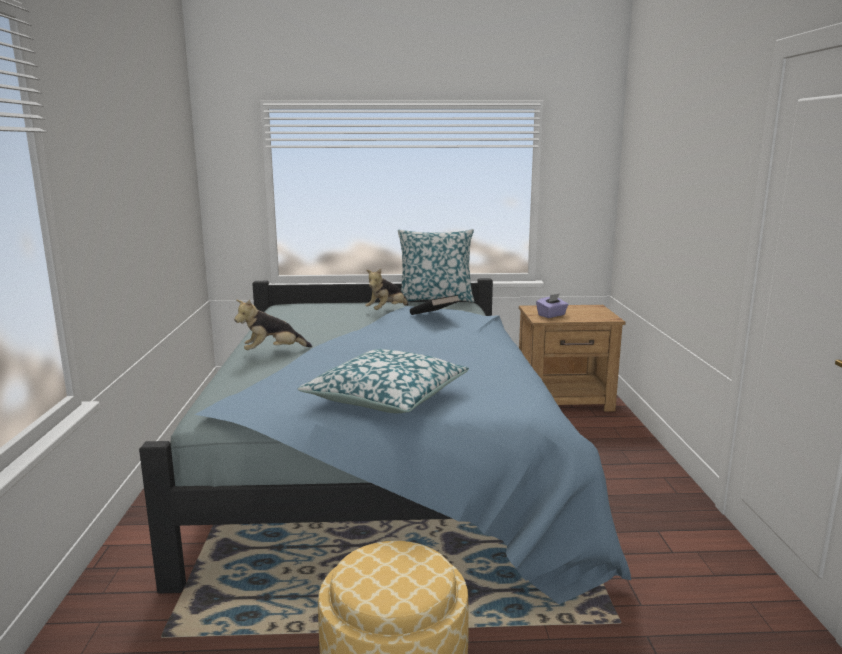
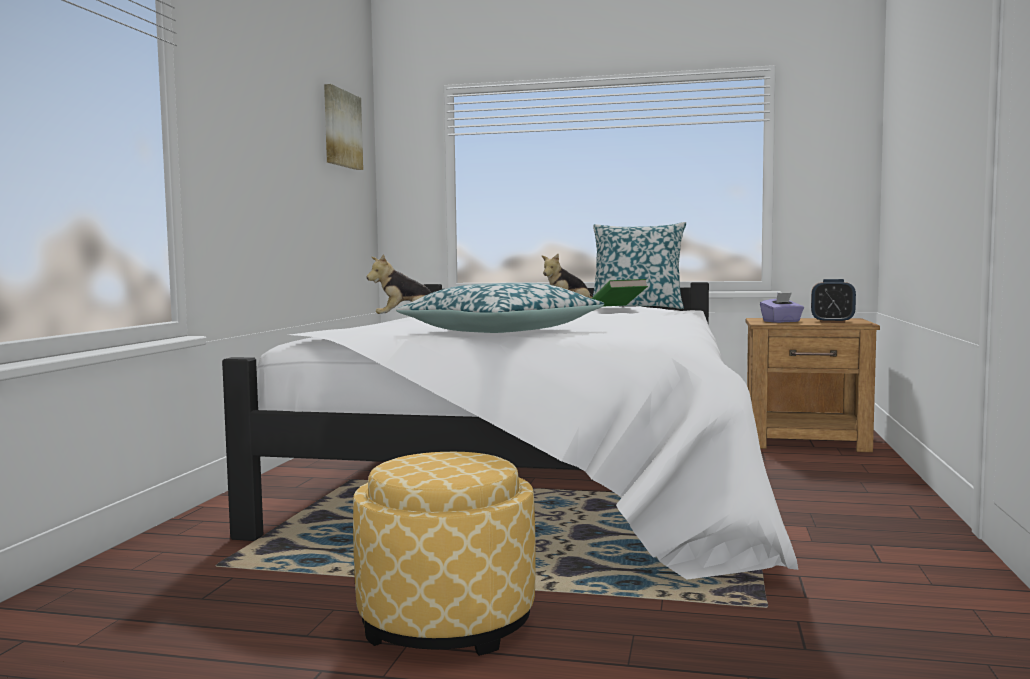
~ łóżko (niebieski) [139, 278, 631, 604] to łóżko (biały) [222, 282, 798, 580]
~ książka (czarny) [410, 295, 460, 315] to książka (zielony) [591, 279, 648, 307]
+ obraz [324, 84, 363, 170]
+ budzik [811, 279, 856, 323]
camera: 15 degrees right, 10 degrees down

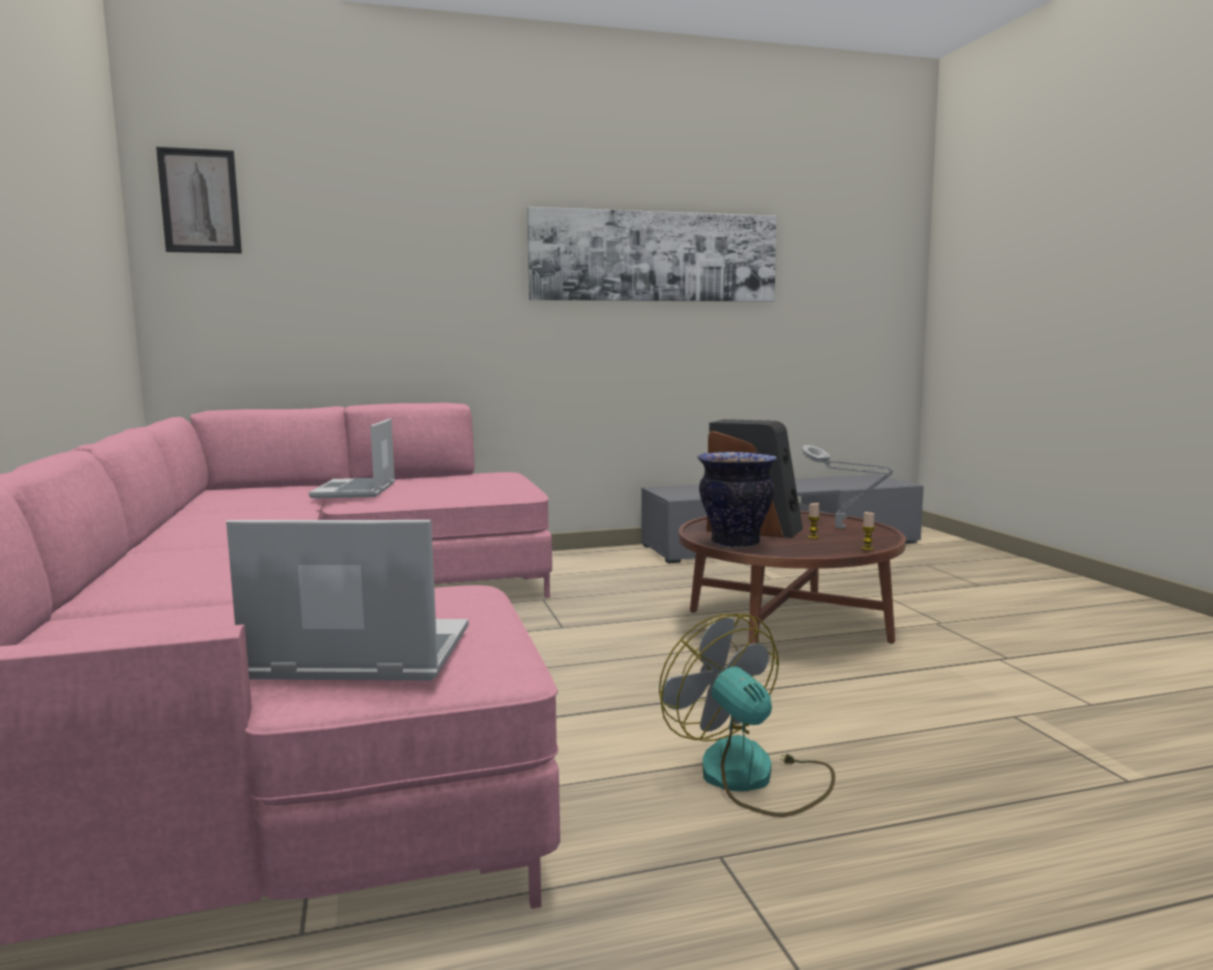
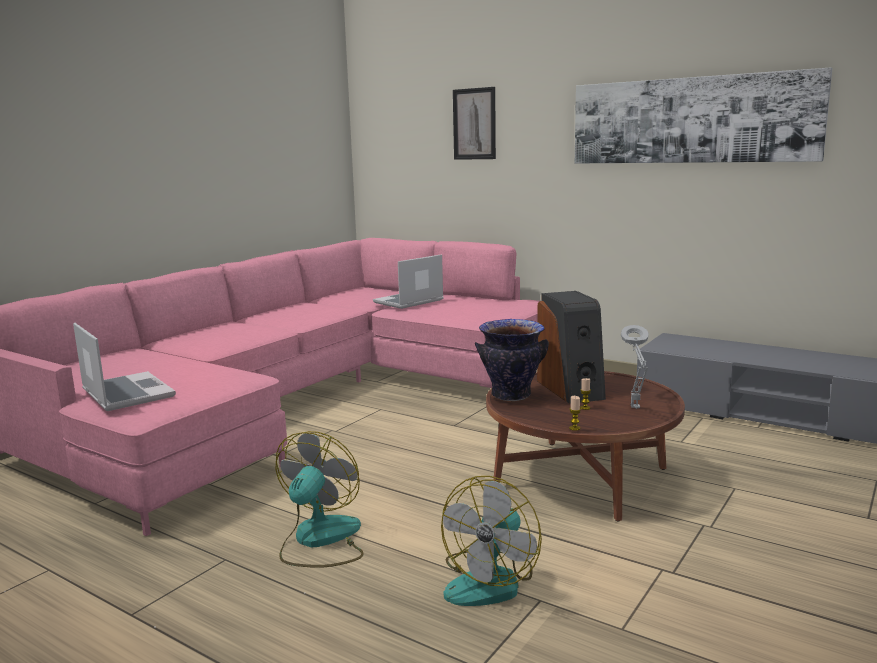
~ obraz [156, 147, 242, 253] to [453, 87, 496, 160]
+ wentylator [441, 476, 542, 606]
camera: 50 degrees right, 5 degrees up

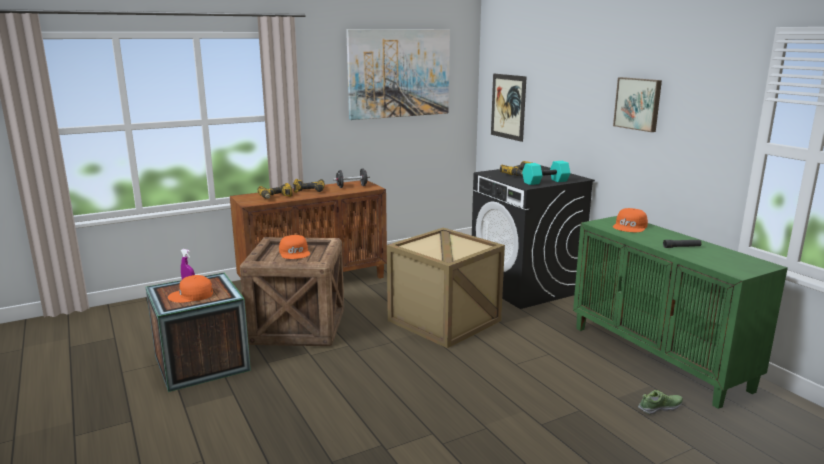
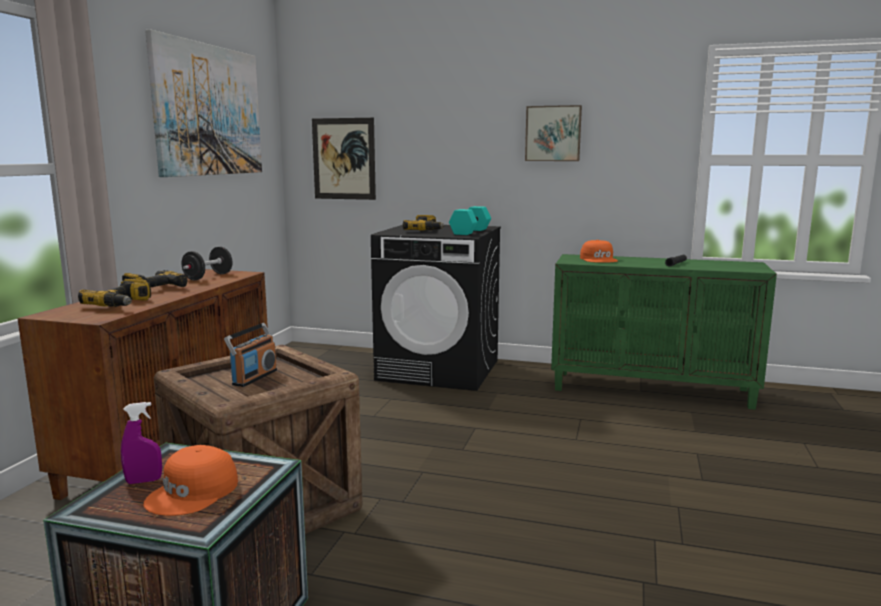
- skrzynka [387, 228, 505, 348]
~ czapka z daszkiem (pomarańczowy) [279, 235, 310, 259] to radio [224, 323, 277, 387]
- but [638, 390, 683, 415]
camera: 45 degrees left, 5 degrees down

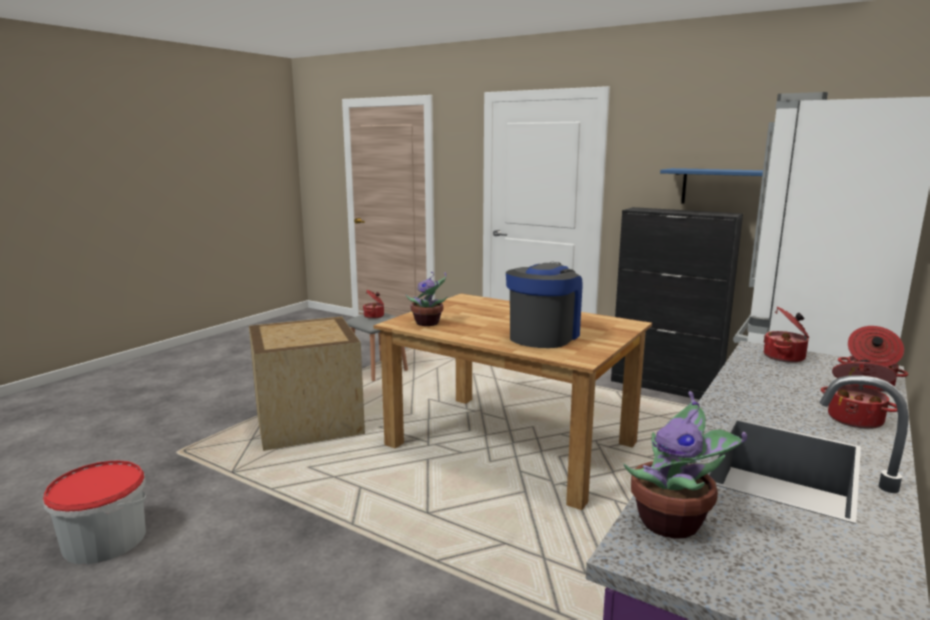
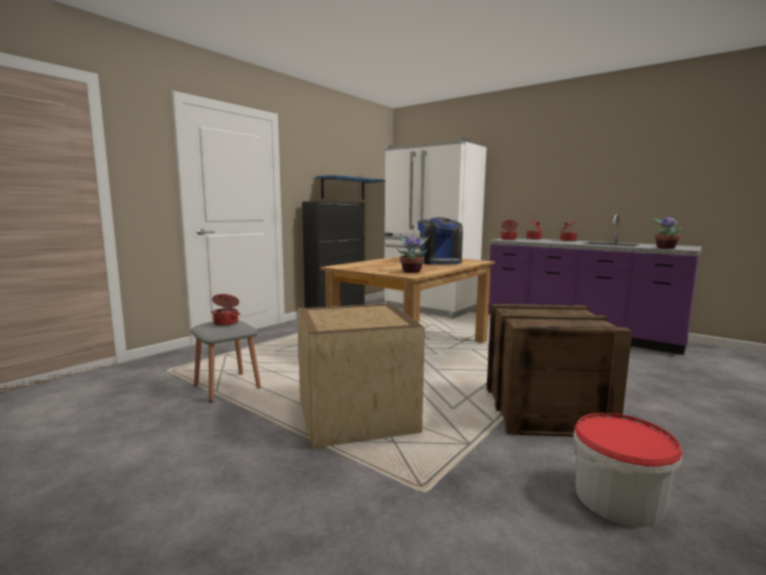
~ ekspres do kawy [506, 262, 582, 348] = [418, 217, 463, 264] 135 degrees counterclockwise
+ skrzynka [487, 304, 632, 437]
camera: 85 degrees left, 5 degrees down

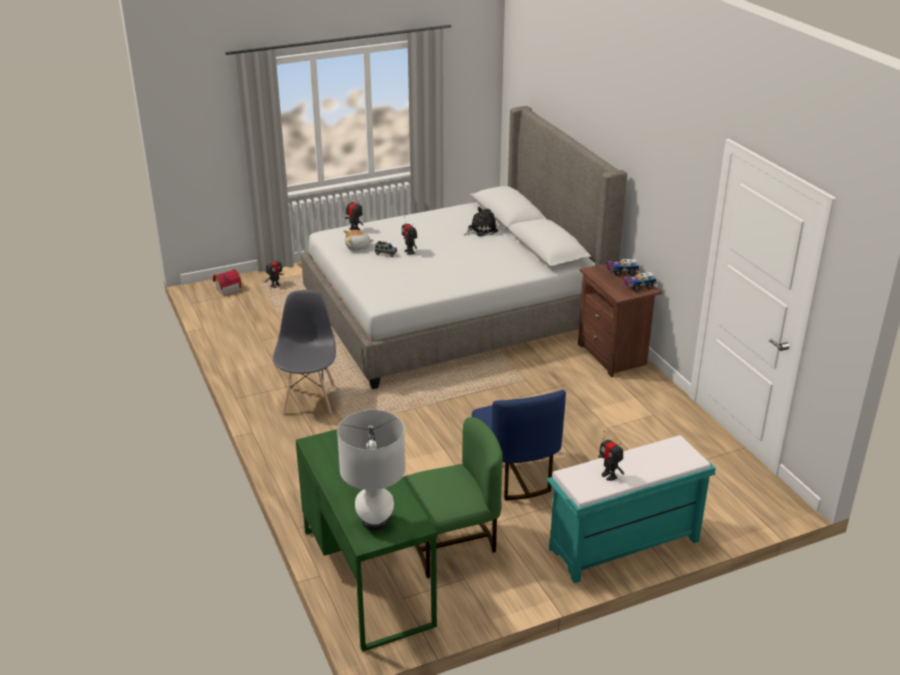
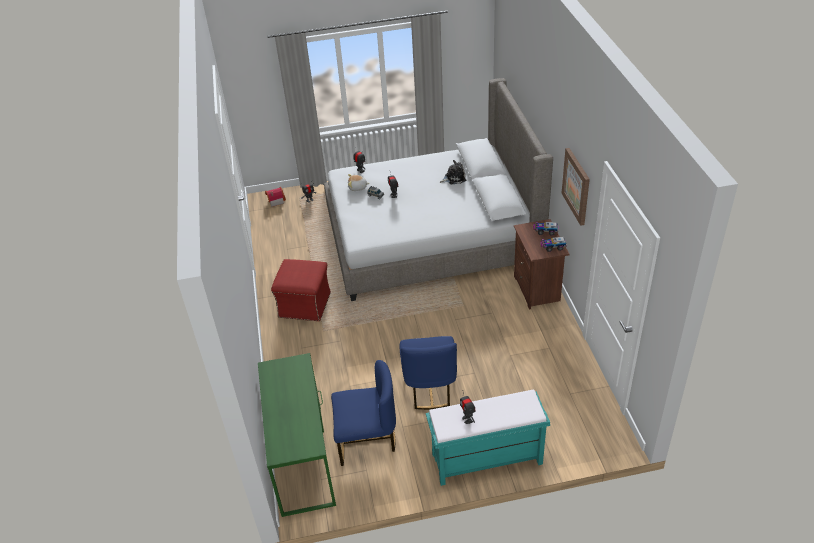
~ krzesło (szary) [273, 290, 336, 414] to pufa (czerwony) [271, 259, 331, 321]
- lampa stołowa (biały) [337, 410, 406, 531]
~ krzesło (zielony) [403, 417, 503, 578] to krzesło (niebieski) [331, 360, 396, 466]
+ obraz [561, 148, 590, 226]
camera: 15 degrees right, 10 degrees up

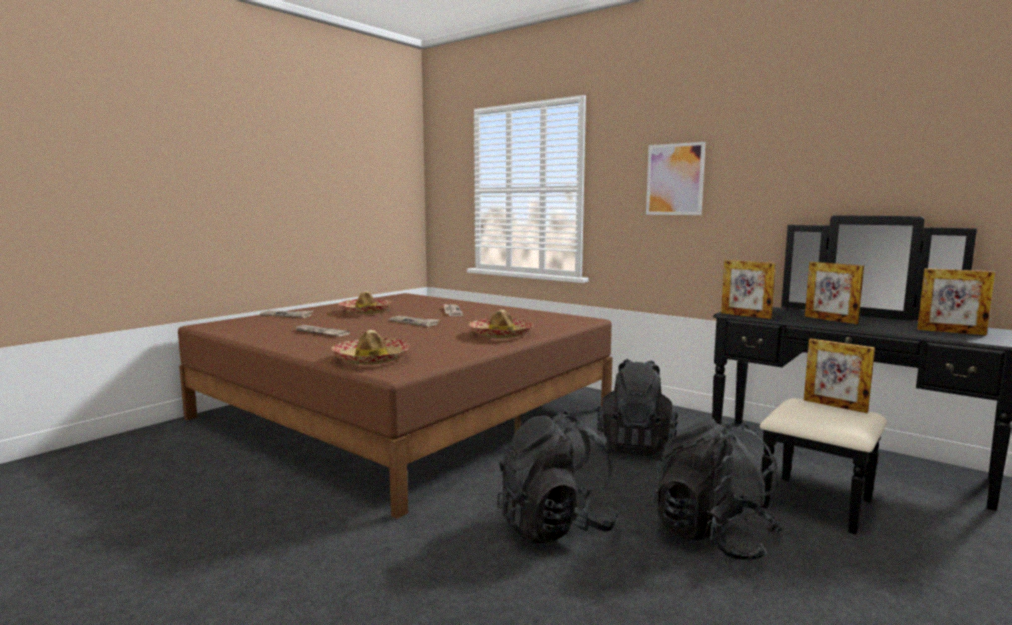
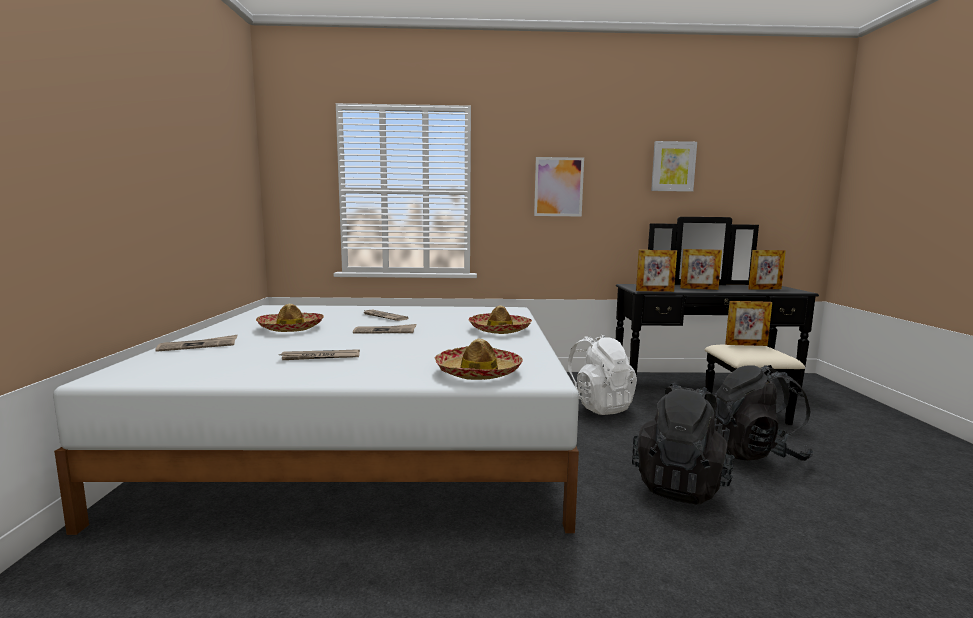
~ łóżko (brązowy) [178, 293, 612, 519] to łóżko (biały) [53, 305, 579, 535]
~ plecak (czarny) [597, 359, 678, 455] to plecak (biały) [568, 335, 637, 415]
+ obraz [651, 141, 697, 192]
camera: 40 degrees left, 0 degrees up

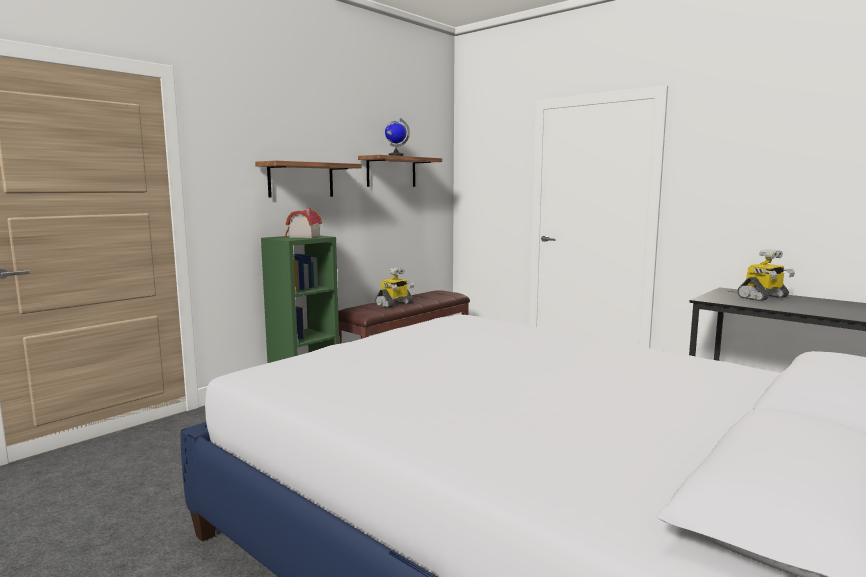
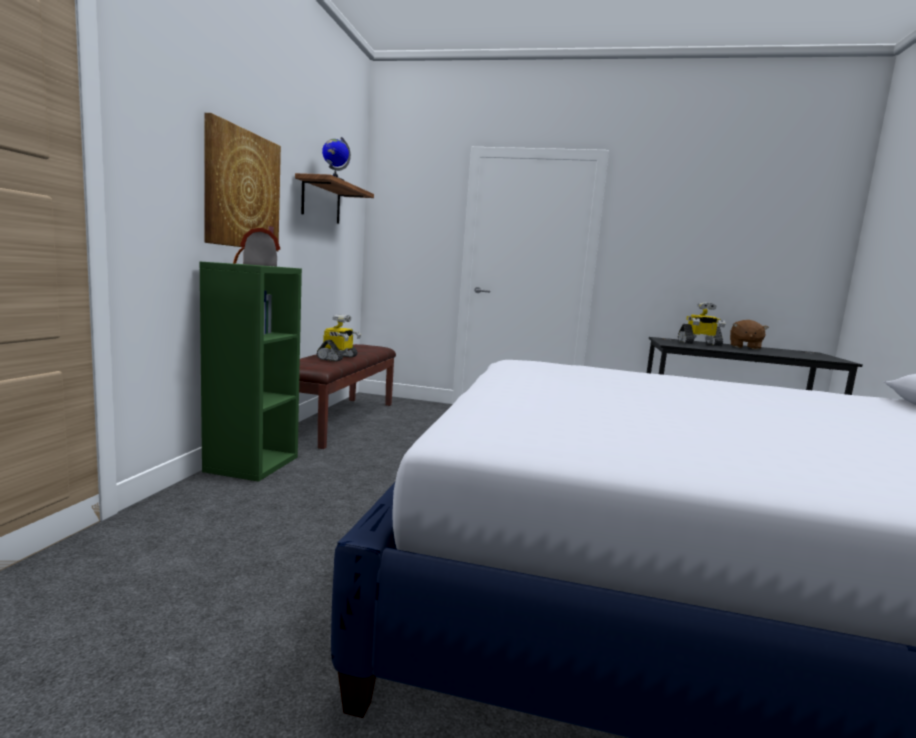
~ półka [255, 161, 362, 198] to obraz [204, 113, 281, 251]
~ robot zabawkowy [737, 249, 795, 301] = [678, 302, 726, 346] 60 degrees clockwise
+ pluszak (brązowy) [730, 320, 769, 350]
camera: 30 degrees left, 0 degrees up

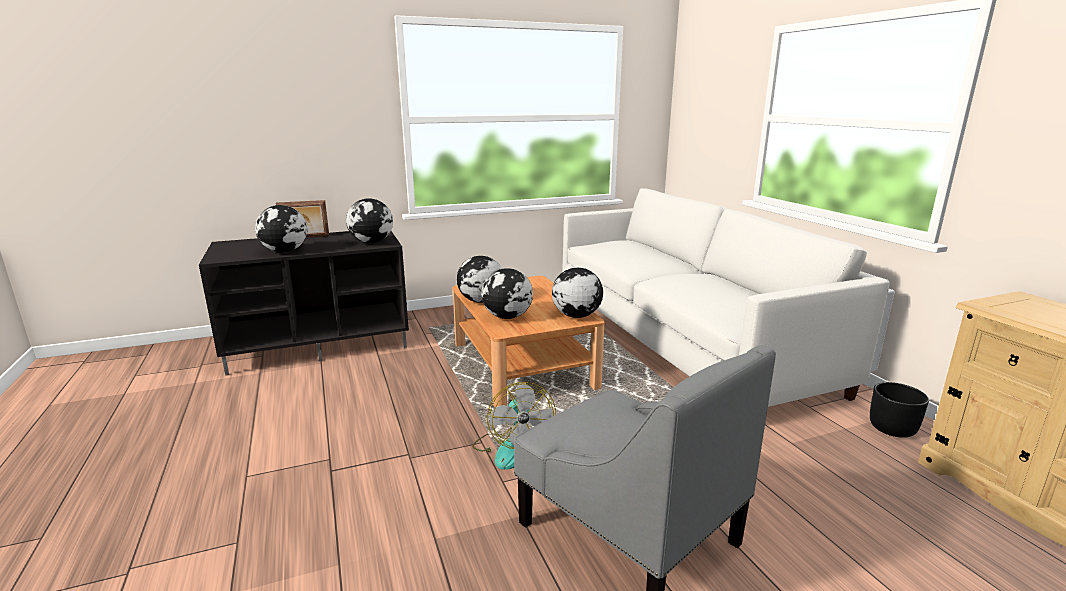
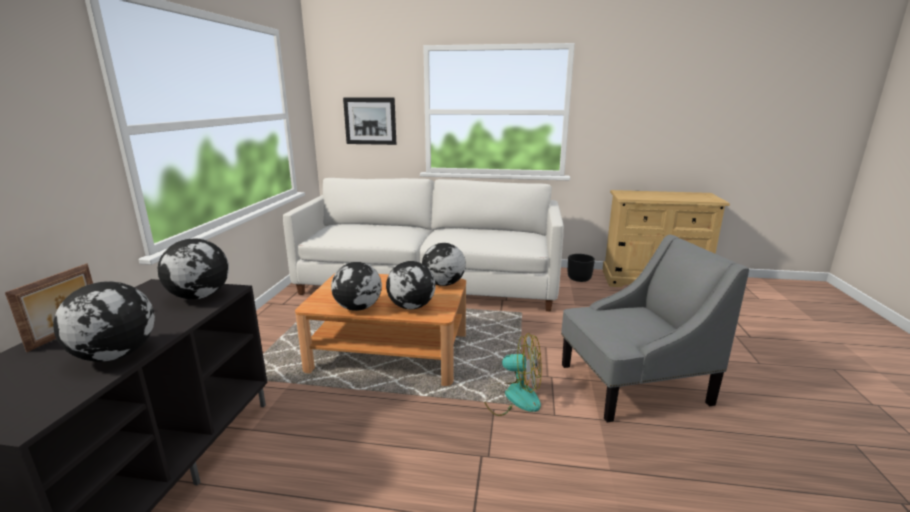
+ obraz [343, 97, 396, 145]
camera: 60 degrees left, 0 degrees up

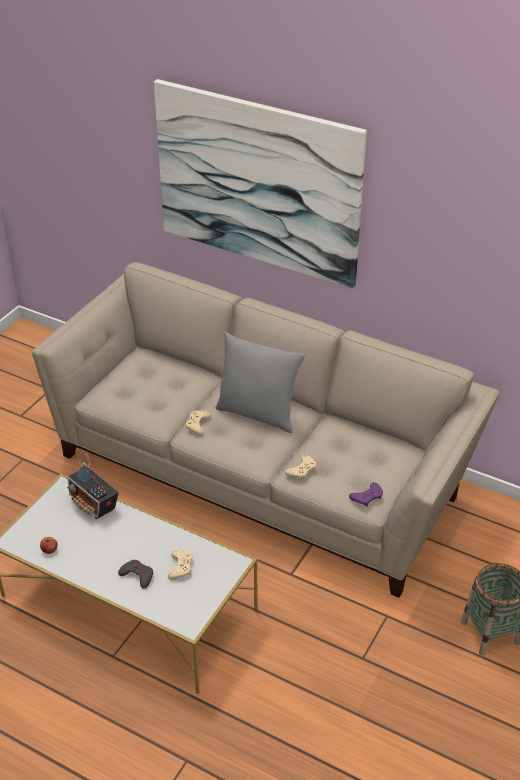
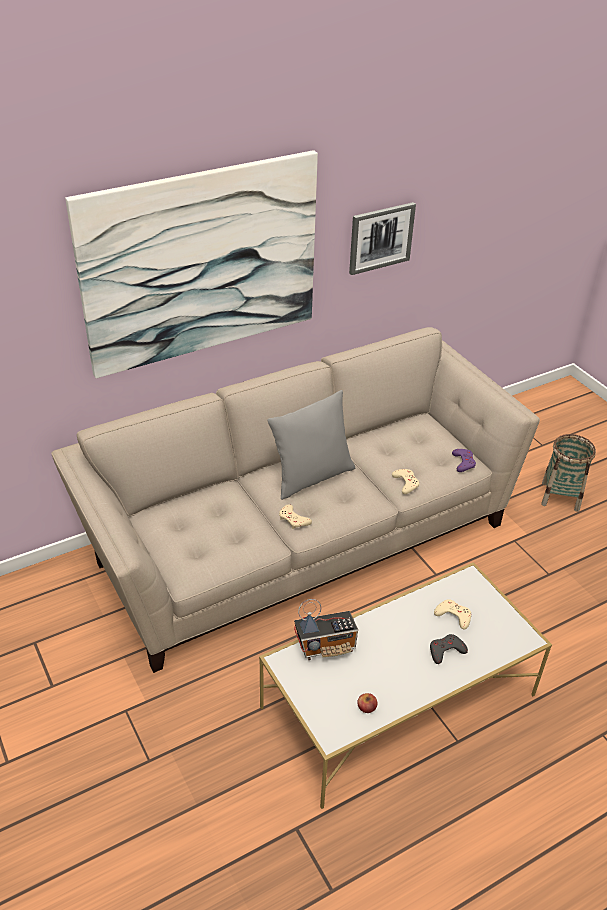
+ obraz [349, 202, 416, 275]
camera: 60 degrees left, 0 degrees up

